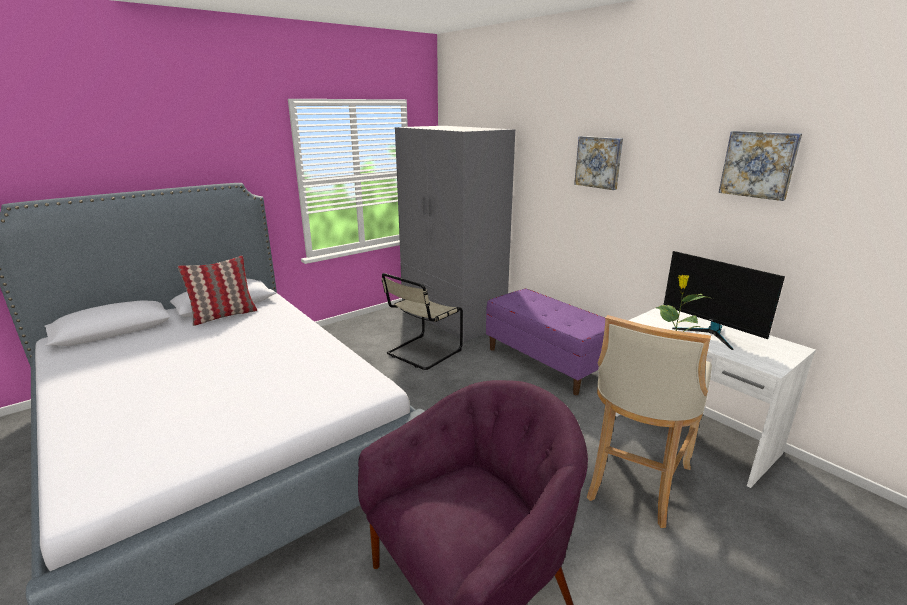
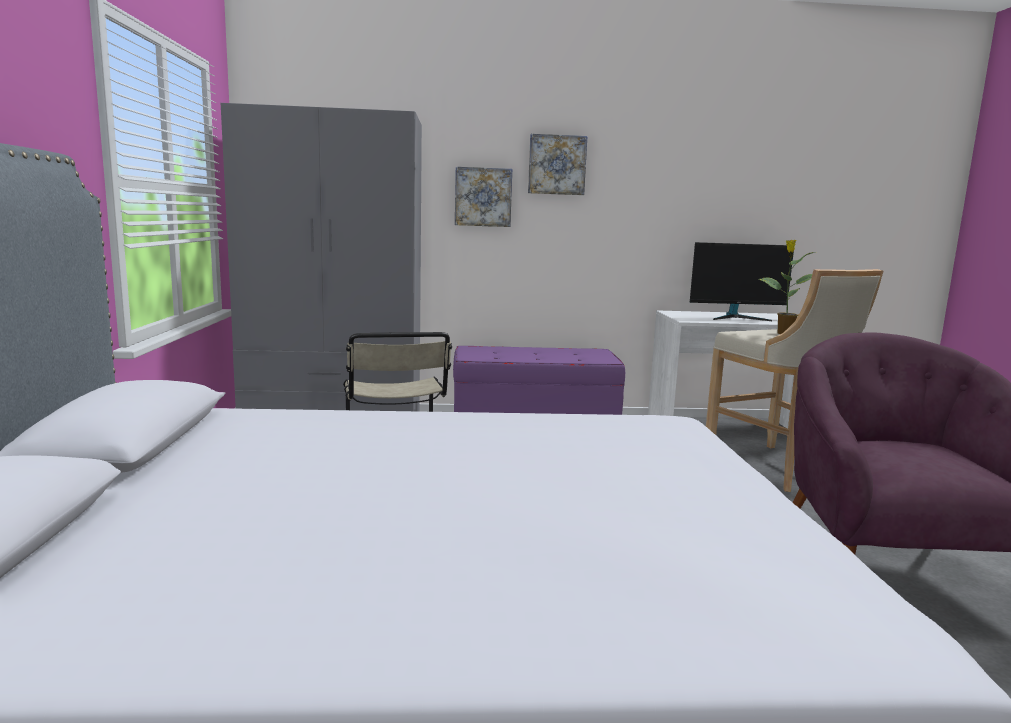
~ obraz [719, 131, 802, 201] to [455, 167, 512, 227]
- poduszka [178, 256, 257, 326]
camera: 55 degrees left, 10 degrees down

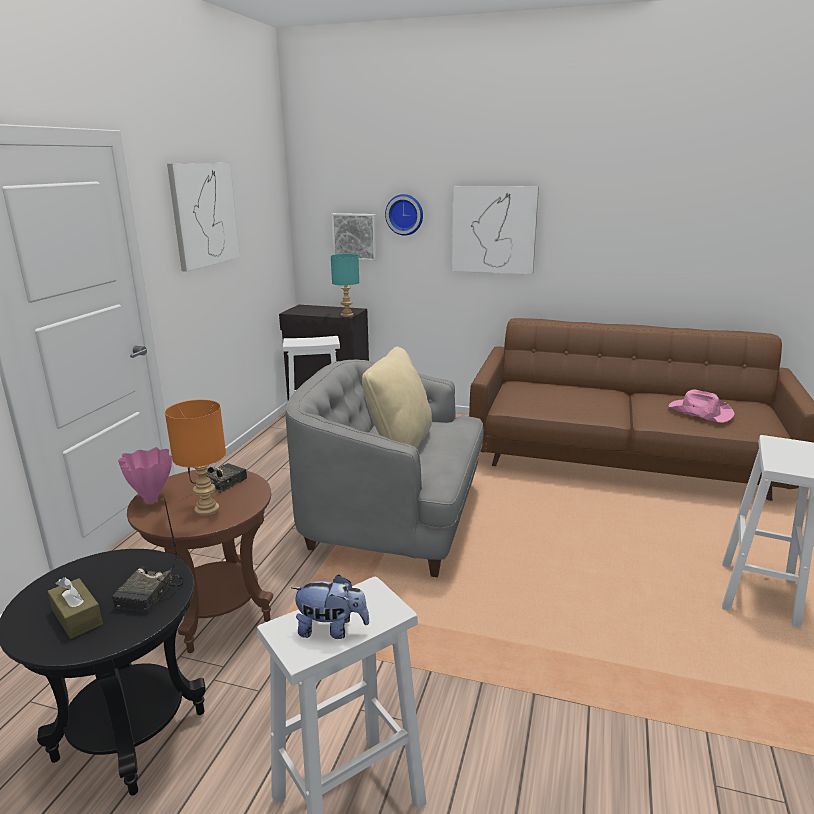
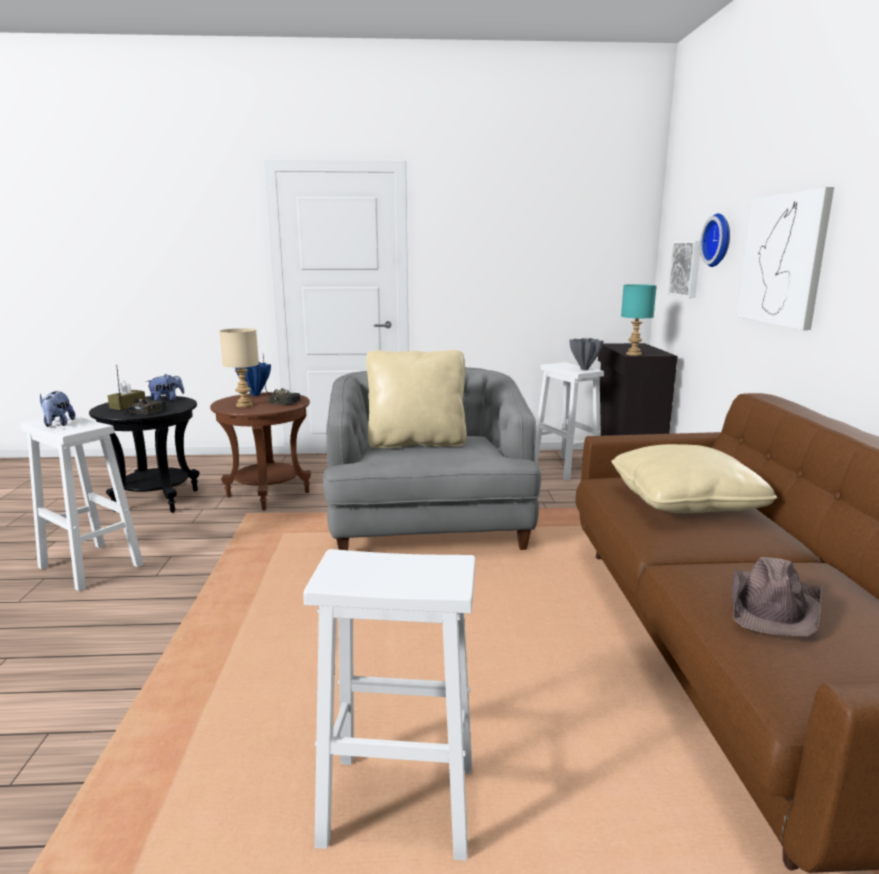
- obraz [167, 163, 240, 272]
~ kapelusz (różowy) [669, 390, 734, 423] to kapelusz (brązowy) [732, 557, 822, 636]
~ lampa stołowa (pomarańczowy) [165, 399, 226, 516] to lampa stołowa (beżowy) [219, 328, 259, 407]
~ wazon (różowy) [118, 447, 172, 503] to wazon (niebieski) [235, 362, 271, 396]
~ radio [112, 498, 184, 612] = [117, 370, 166, 415] 120 degrees clockwise
+ wazon (szary) [569, 338, 604, 370]
+ pluszak [146, 374, 184, 401]
+ poduszka (beżowy) [612, 444, 777, 513]
camera: 70 degrees right, 5 degrees down

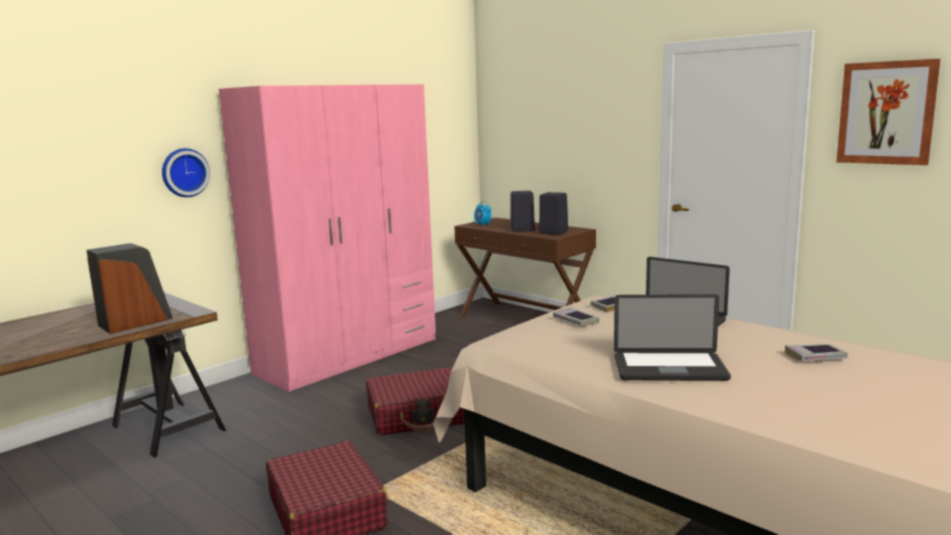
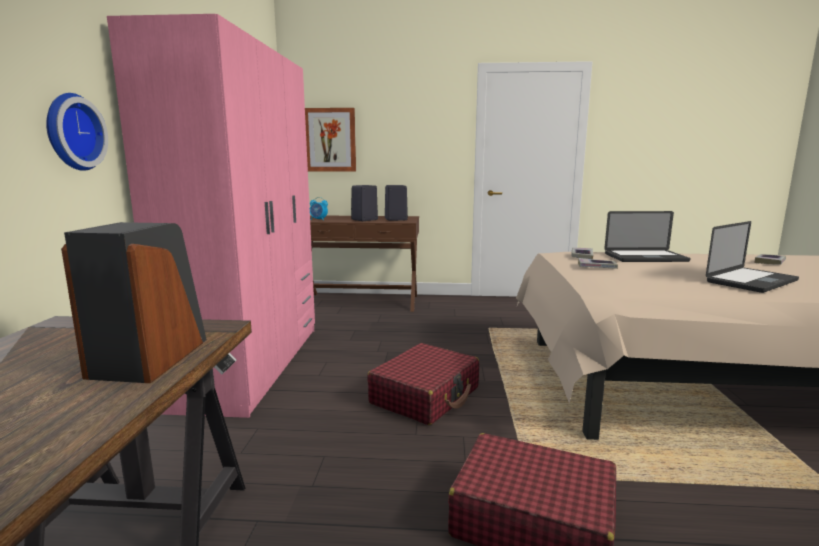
~ obraz [837, 59, 941, 165] to [305, 108, 356, 172]
camera: 40 degrees left, 0 degrees up

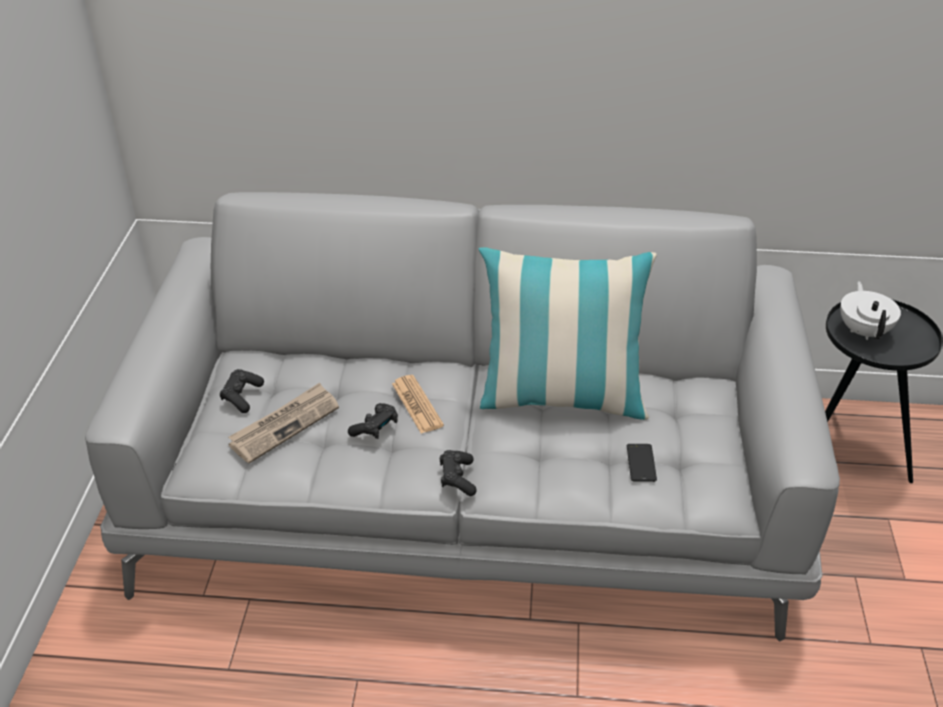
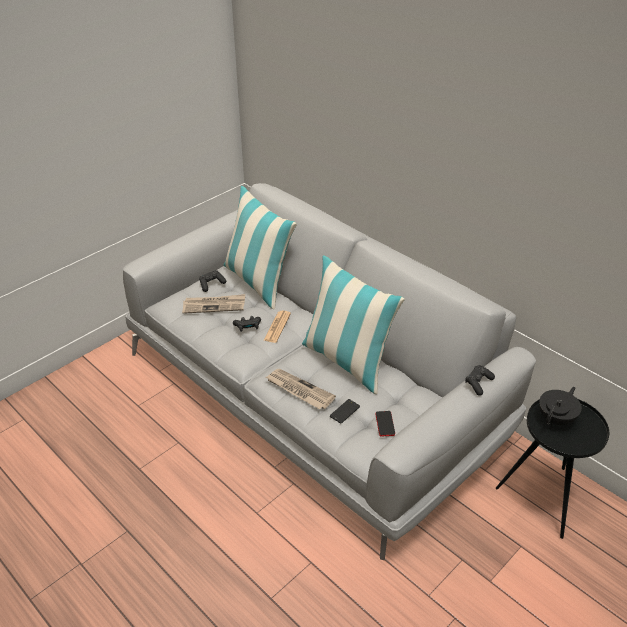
~ imbryk (biały) [840, 281, 901, 340] to imbryk (czarny) [539, 387, 582, 425]
~ pad do gier (czarny) [440, 450, 477, 496] to [465, 365, 495, 396]
+ poduszka [224, 186, 297, 309]
+ gazeta [266, 369, 336, 409]
+ telefon [376, 411, 395, 437]
camera: 40 degrees right, 0 degrees up

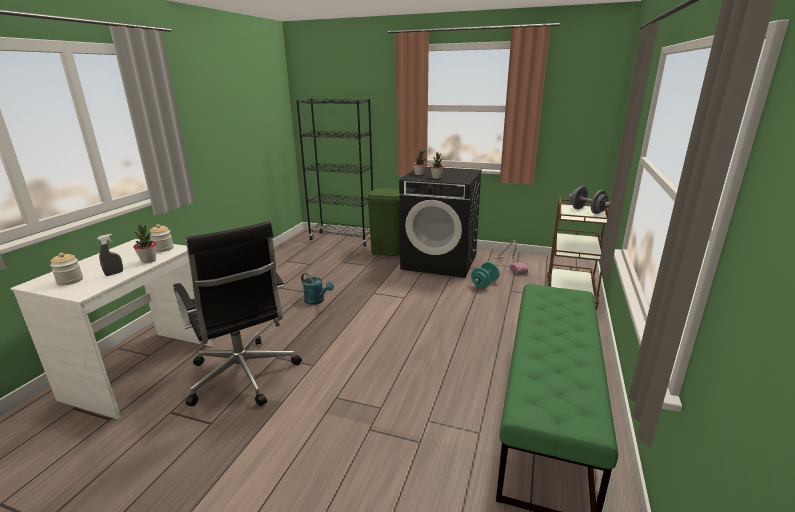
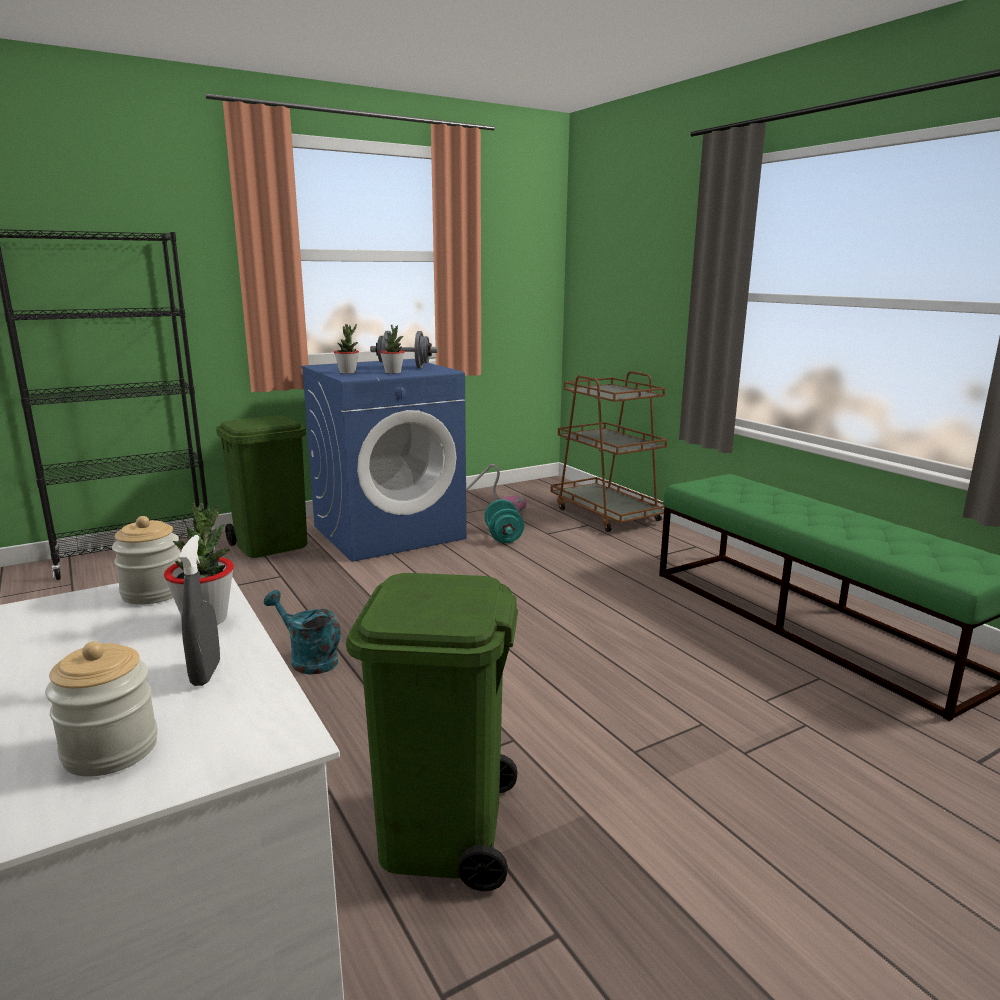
~ pralka (czarny) [399, 167, 482, 278] to pralka (niebieski) [301, 359, 467, 562]
~ hantel (szary) [569, 186, 610, 214] to [370, 331, 438, 368]
~ krzesło biurowe (czarny) [173, 221, 302, 406] to kosz na śmieci (zielony) [346, 573, 518, 891]
~ konewka (turkusowy) [301, 273, 334, 305] = [264, 590, 341, 674] 135 degrees counterclockwise
camera: 50 degrees left, 5 degrees down

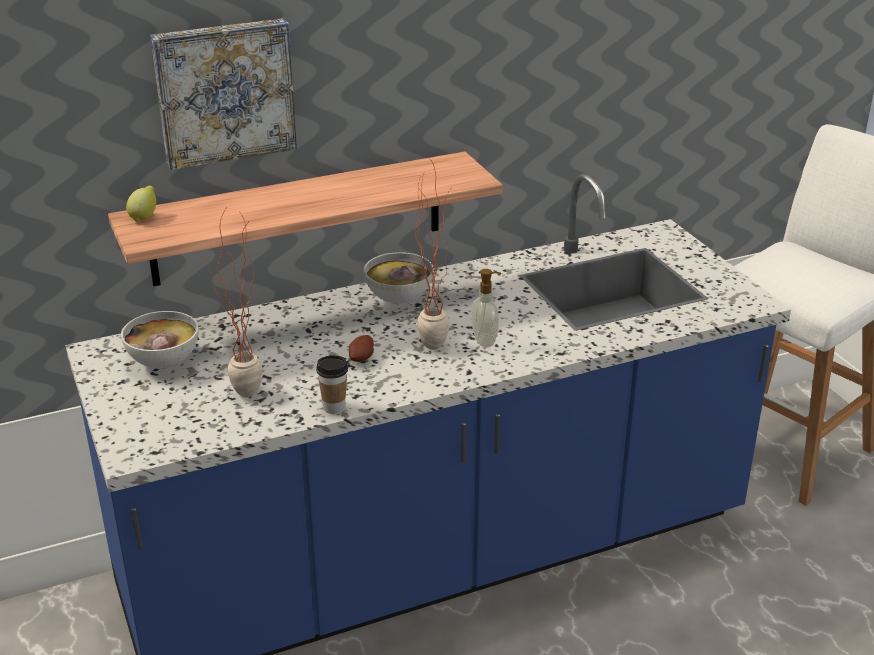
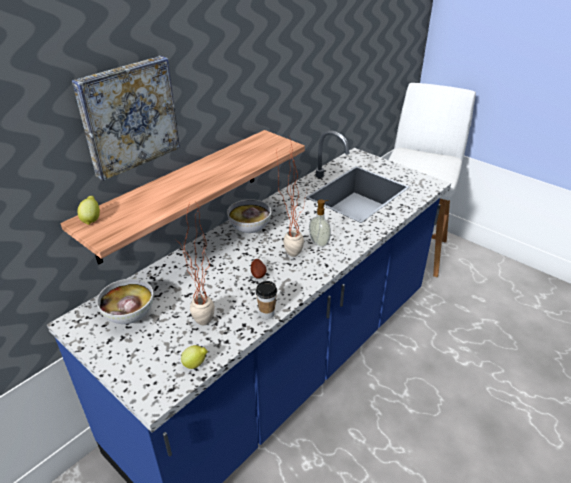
+ cytryna [181, 345, 208, 369]
camera: 25 degrees left, 5 degrees up

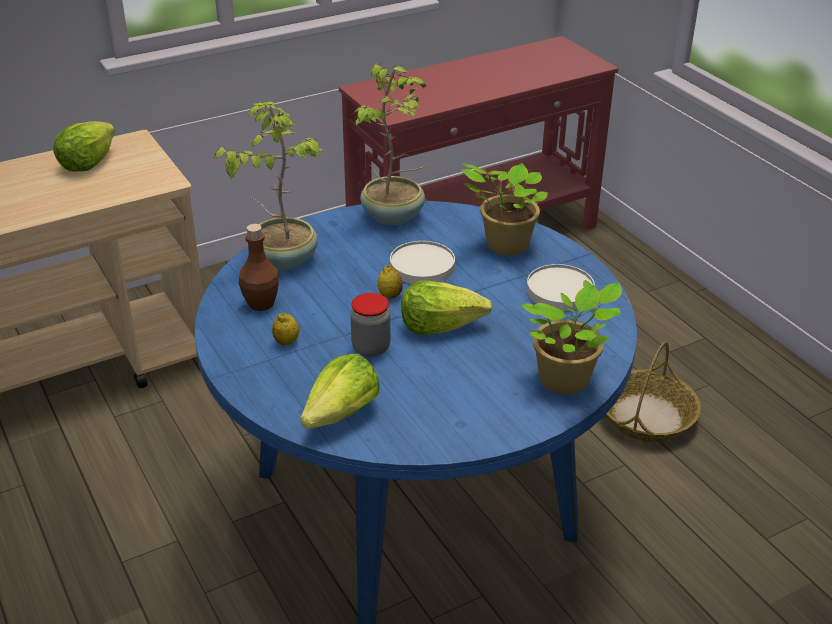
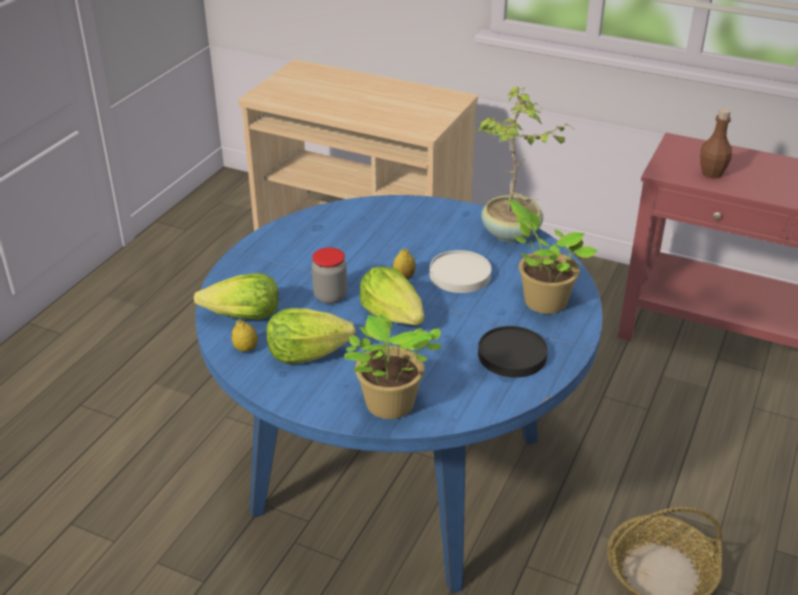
- roślina doniczkowa [214, 101, 323, 271]
~ sałata [53, 121, 115, 172] to [266, 308, 356, 364]
~ butelka (brązowy) [239, 224, 279, 311] to [700, 109, 732, 178]
~ talerz (biały) [527, 264, 595, 311] to talerz (czarny) [478, 326, 548, 378]
~ cytryna [272, 313, 299, 345] to [231, 320, 258, 352]
camera: 55 degrees right, 0 degrees up

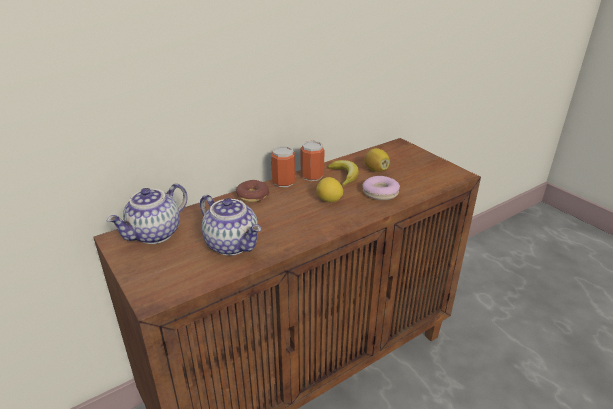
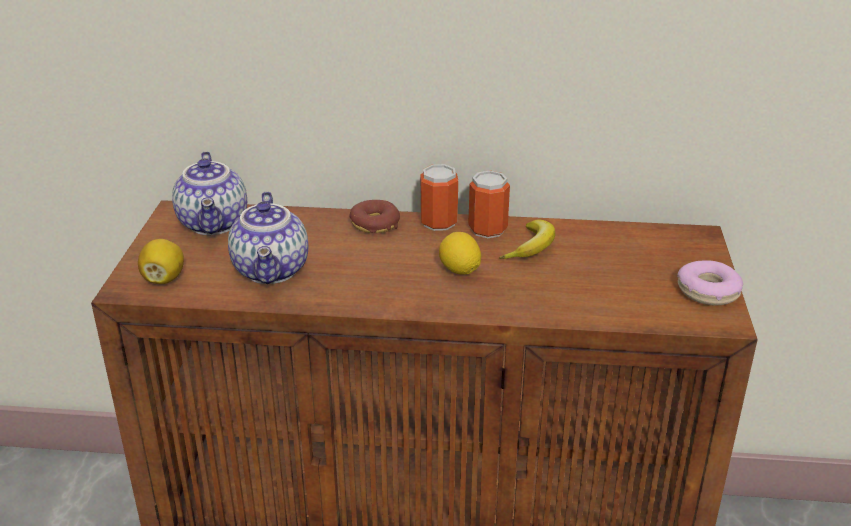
~ cytryna [364, 148, 390, 172] to [138, 239, 184, 284]
~ donut [362, 176, 400, 200] to [677, 260, 743, 306]
~ imbryk [106, 183, 188, 244] = [172, 151, 247, 235] 90 degrees counterclockwise
camera: 40 degrees right, 0 degrees up

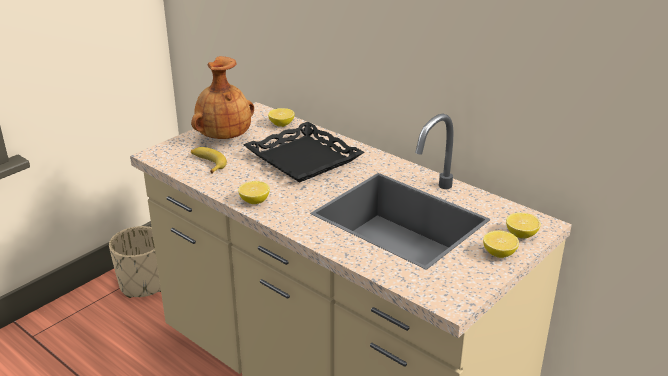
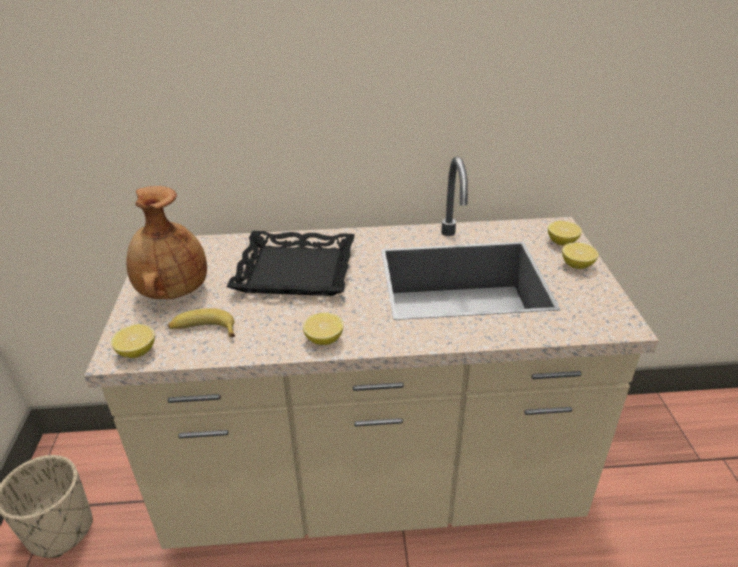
~ cytryna [268, 108, 295, 127] to [111, 324, 155, 358]
camera: 45 degrees left, 5 degrees up

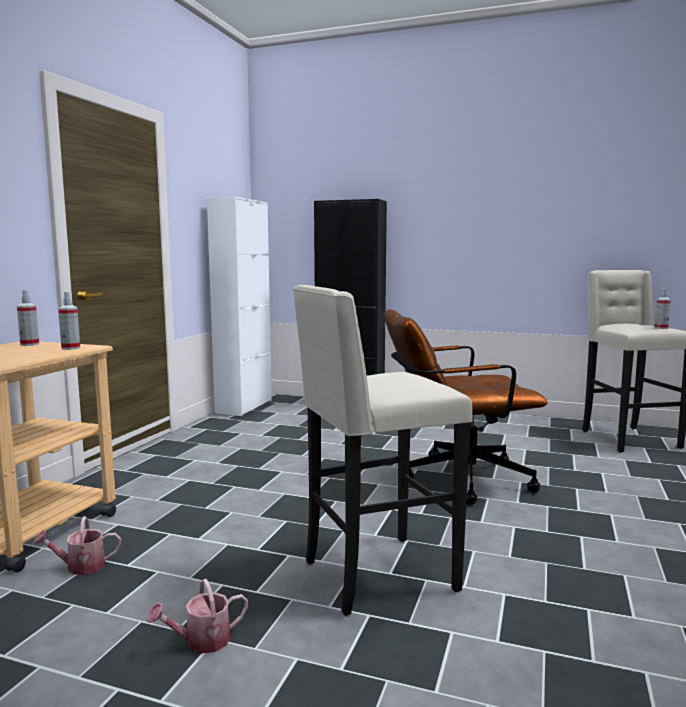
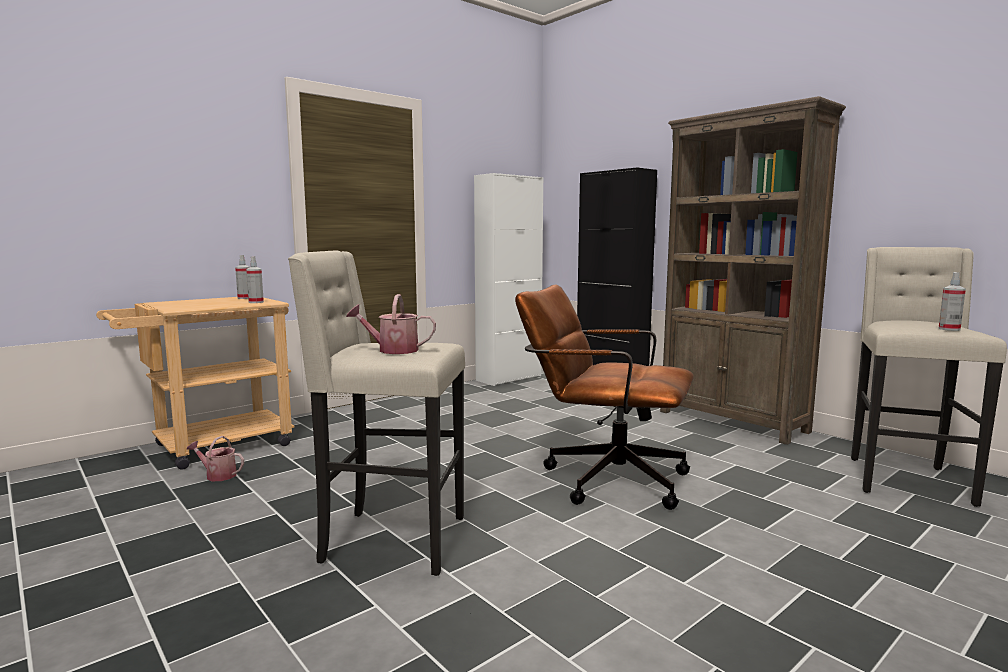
~ konewka [147, 579, 248, 654] to [346, 294, 436, 354]
+ regał (brązowy) [660, 96, 846, 445]
camera: 30 degrees right, 0 degrees up

